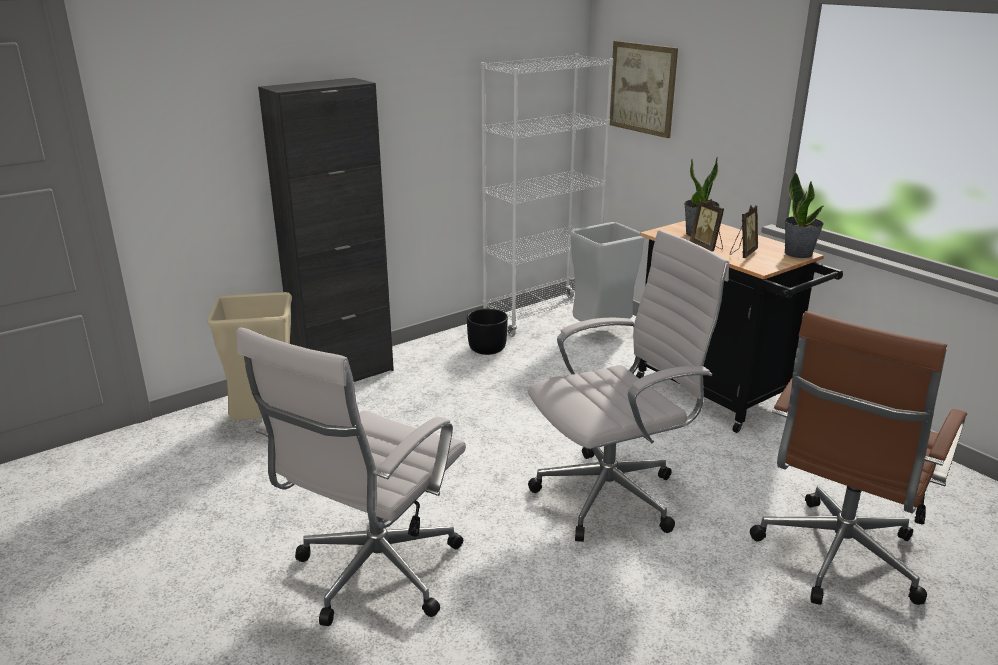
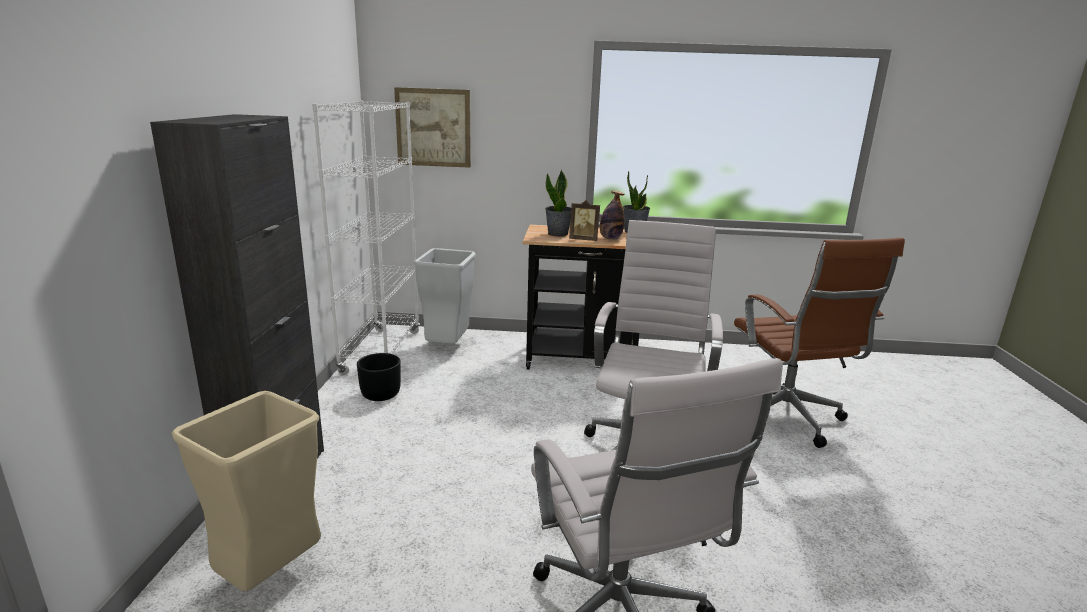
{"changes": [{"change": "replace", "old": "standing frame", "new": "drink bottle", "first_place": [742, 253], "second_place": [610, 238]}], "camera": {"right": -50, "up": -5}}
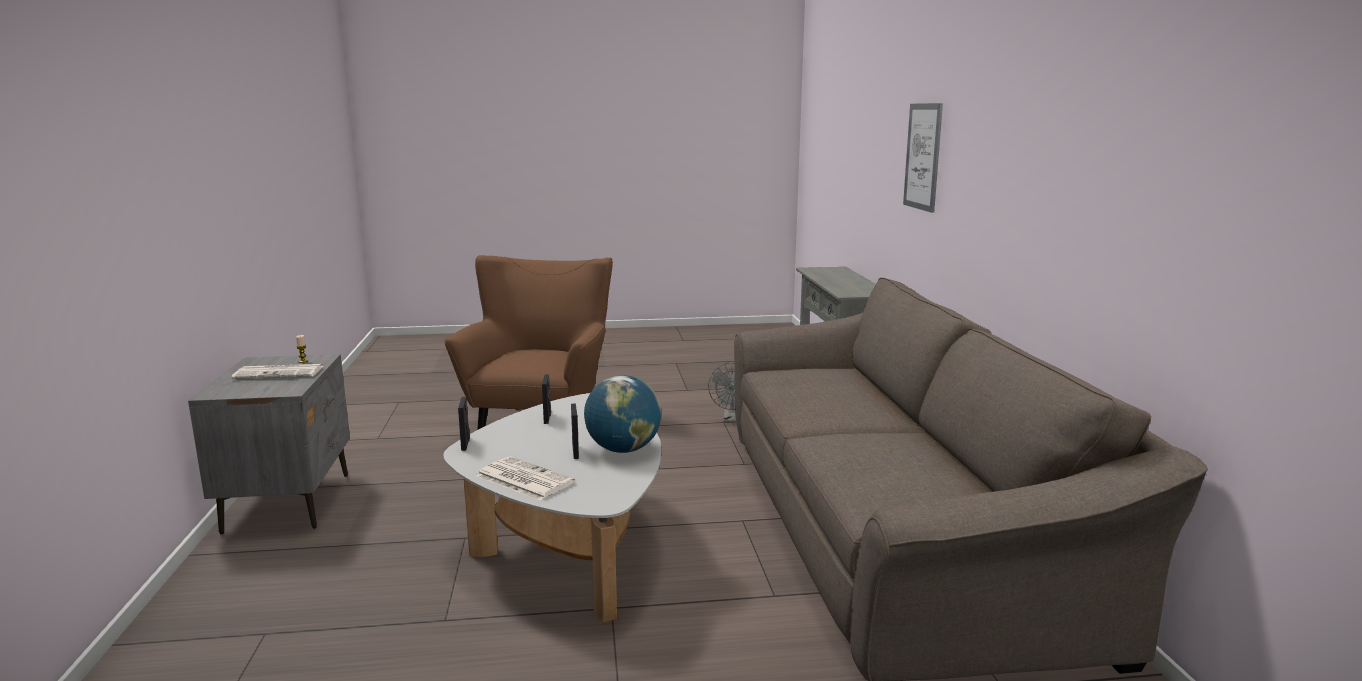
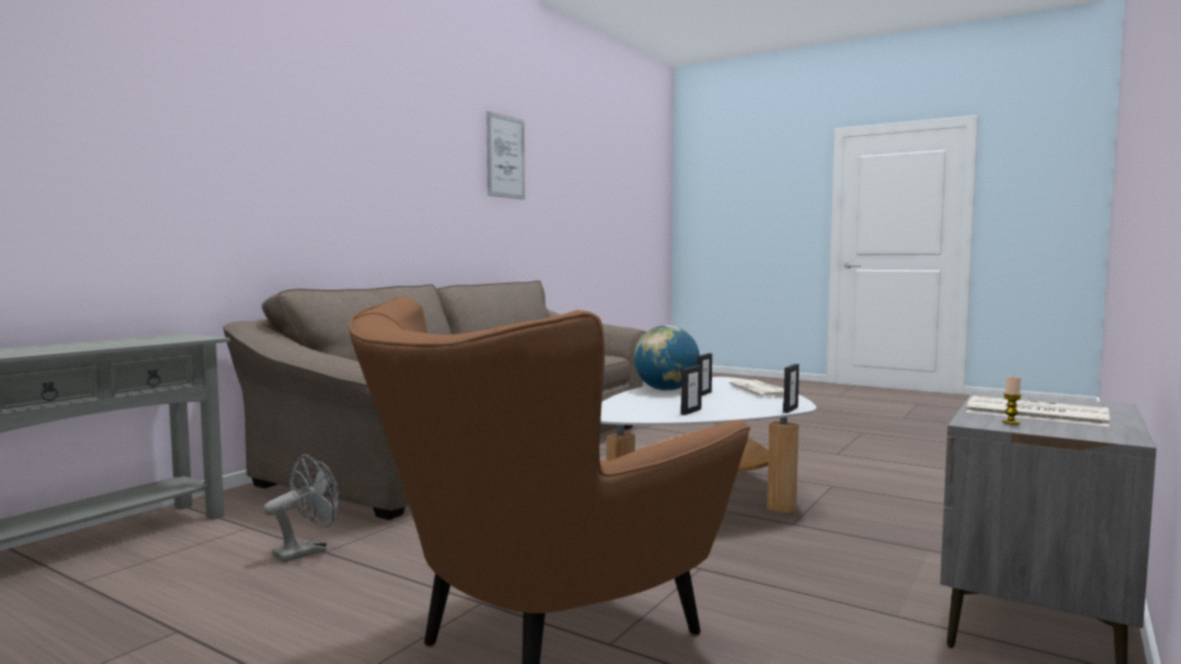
{"changes": [{"change": "move", "old": "wall art", "first_place": [923, 156], "second_place": [505, 157]}], "camera": {"right": -140, "up": -10}}
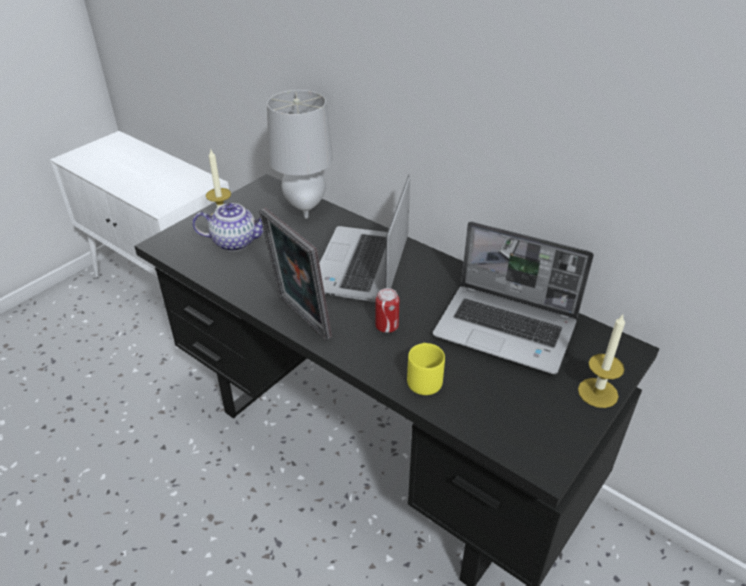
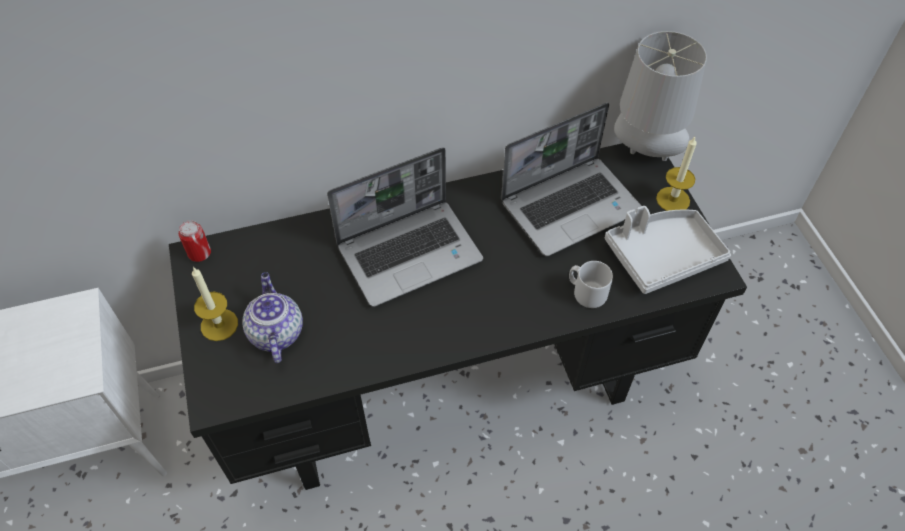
{"changes": [{"change": "rotate", "old": "tea pot", "first_place": [236, 242], "second_place": [275, 332], "degrees": -45}, {"change": "delete", "old": "standing frame", "first_place": [300, 319]}, {"change": "move", "old": "greyish lamp for a table", "first_place": [304, 207], "second_place": [644, 153]}, {"change": "rotate", "old": "notebook computer", "first_place": [362, 267], "second_place": [410, 252], "degrees": -75}, {"change": "move", "old": "metal can", "first_place": [387, 326], "second_place": [200, 253]}, {"change": "recolor", "old": "yellowish mug", "new": "greyish mug", "first_place": [424, 379], "second_place": [586, 292]}, {"change": "insert", "new": "greyish carrying tray", "second_place": [662, 255]}], "camera": {"right": -55, "up": 15}}
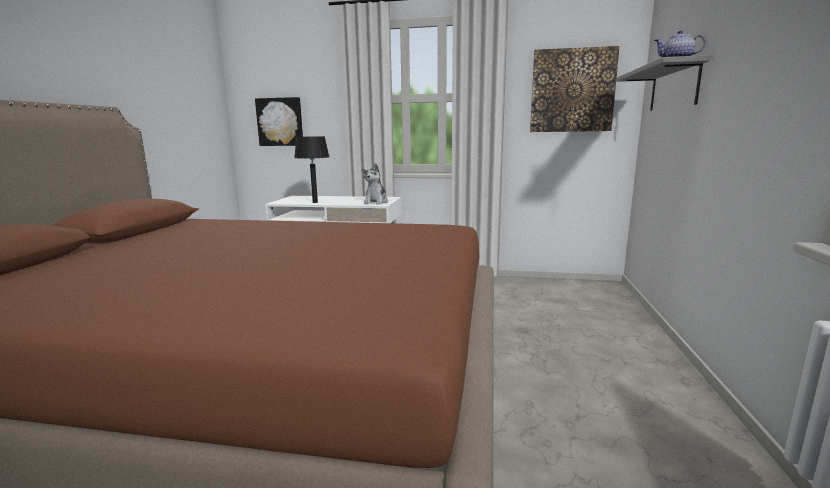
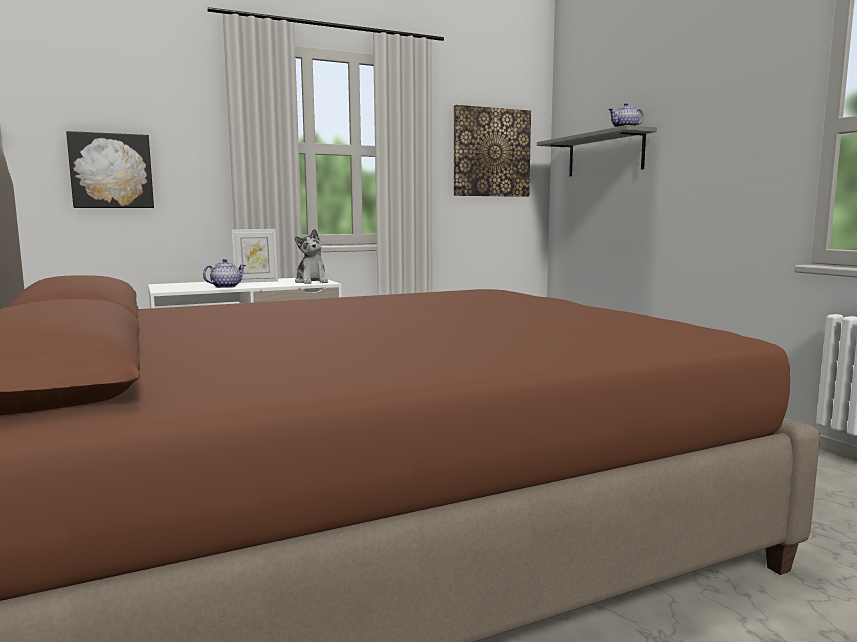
{"changes": [{"change": "replace", "old": "blackish lamp for a table", "new": "tea pot", "first_place": [315, 202], "second_place": [225, 287]}, {"change": "insert", "new": "standing frame", "second_place": [256, 281]}], "camera": {"right": -35, "up": -5}}
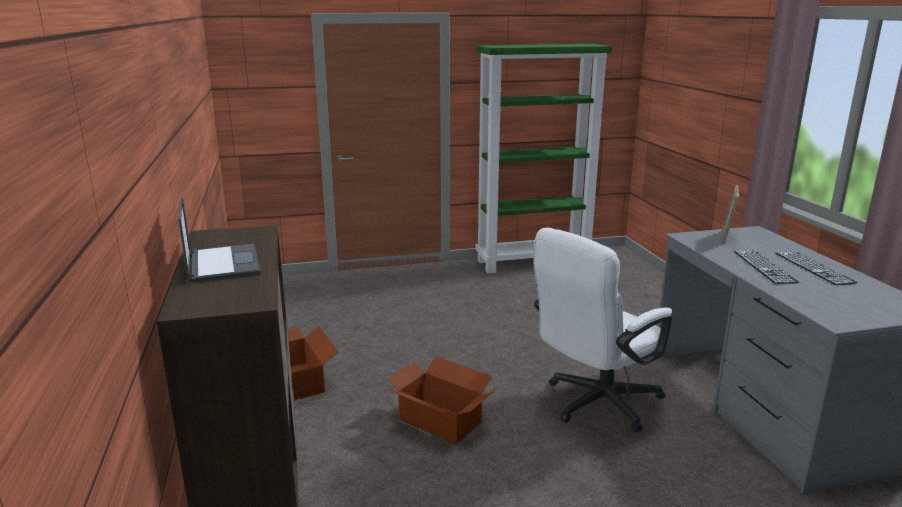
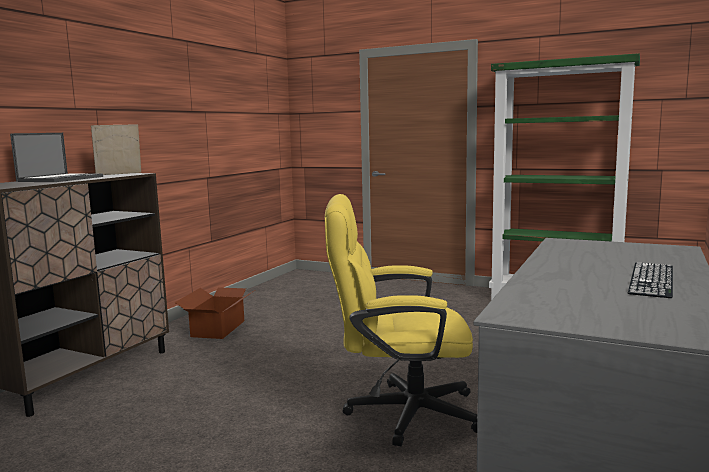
{"changes": [{"change": "delete", "old": "cardboard box", "first_place": [440, 420]}, {"change": "recolor", "old": "whitish office chair", "new": "yellowish office chair", "first_place": [595, 404], "second_place": [399, 412]}, {"change": "move", "old": "standing frame", "first_place": [726, 237], "second_place": [119, 174]}, {"change": "delete", "old": "keyboard", "first_place": [764, 266]}], "camera": {"right": 40, "up": -10}}
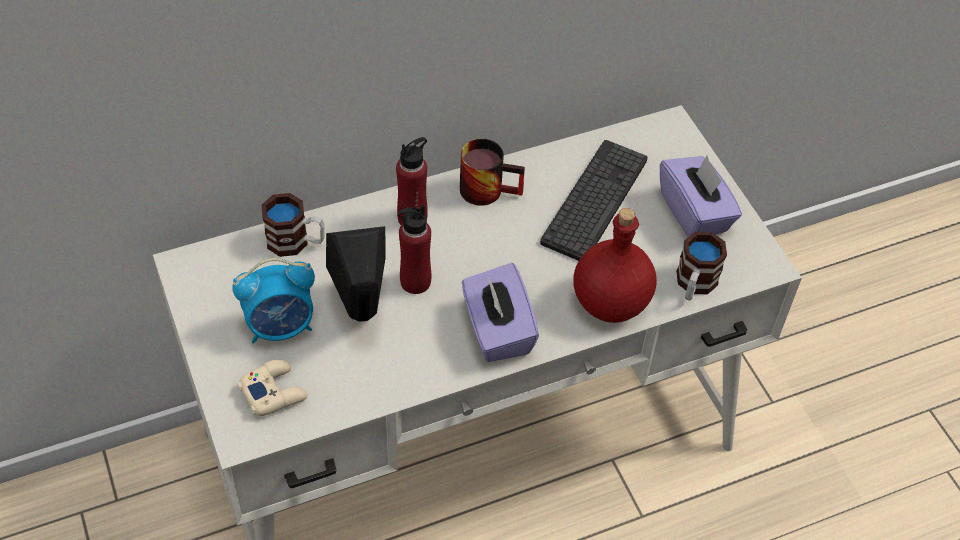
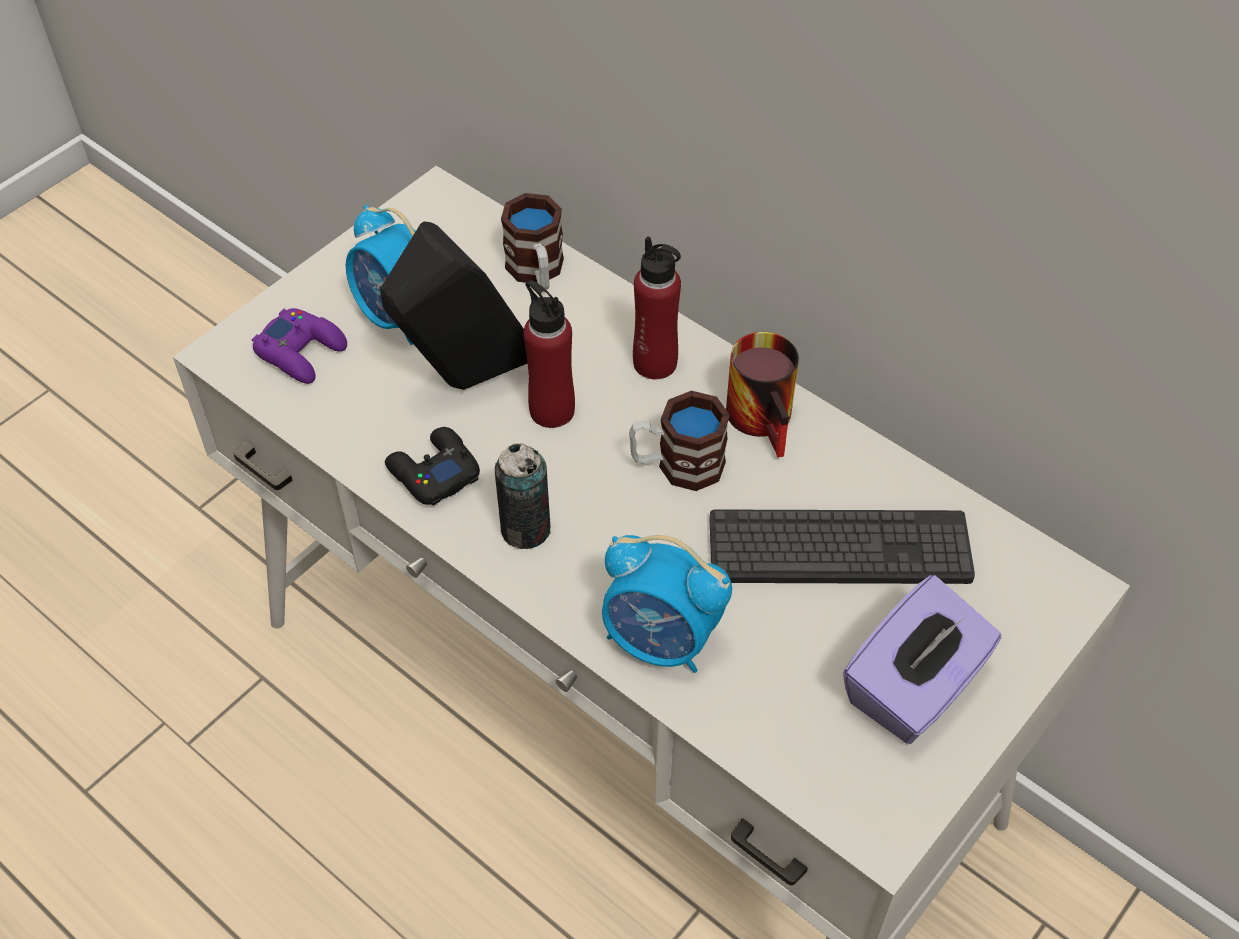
{"changes": [{"change": "recolor", "old": "beige game controller", "new": "purple-coloured game controller", "first_place": [273, 392], "second_place": [302, 352]}, {"change": "replace", "old": "purple-coloured tissue holder", "new": "metal can", "first_place": [497, 331], "second_place": [525, 529]}, {"change": "replace", "old": "red-coloured drink bottle", "new": "table clock", "first_place": [609, 302], "second_place": [661, 641]}, {"change": "move", "old": "mug", "first_place": [694, 285], "second_place": [677, 465]}, {"change": "insert", "new": "blackish game controller", "second_place": [433, 472]}], "camera": {"right": 65, "up": 0}}
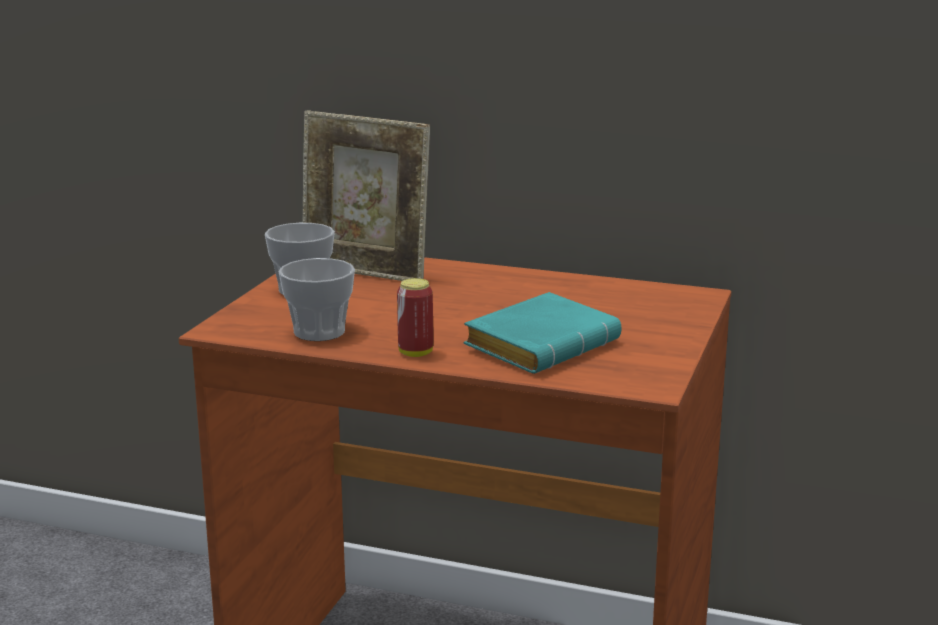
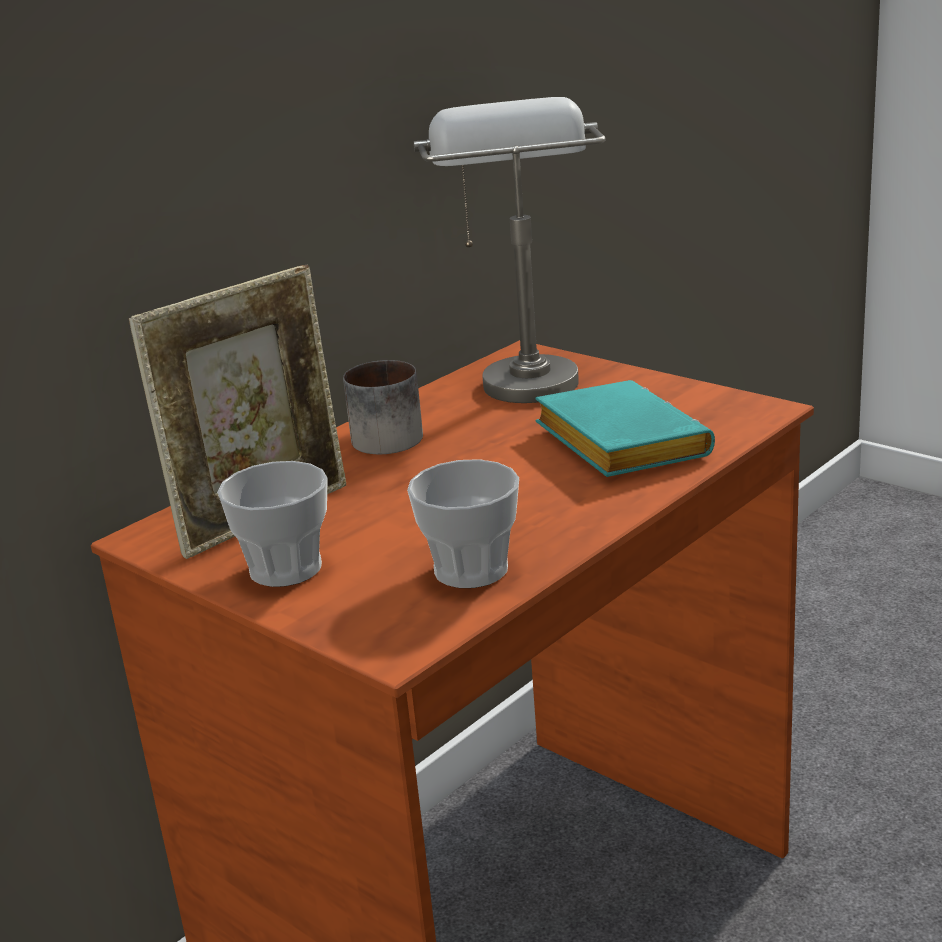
{"changes": [{"change": "delete", "old": "metal can", "first_place": [415, 353]}, {"change": "insert", "new": "mug", "second_place": [384, 435]}, {"change": "insert", "new": "greyish lamp for a table", "second_place": [521, 373]}], "camera": {"right": -65, "up": 5}}
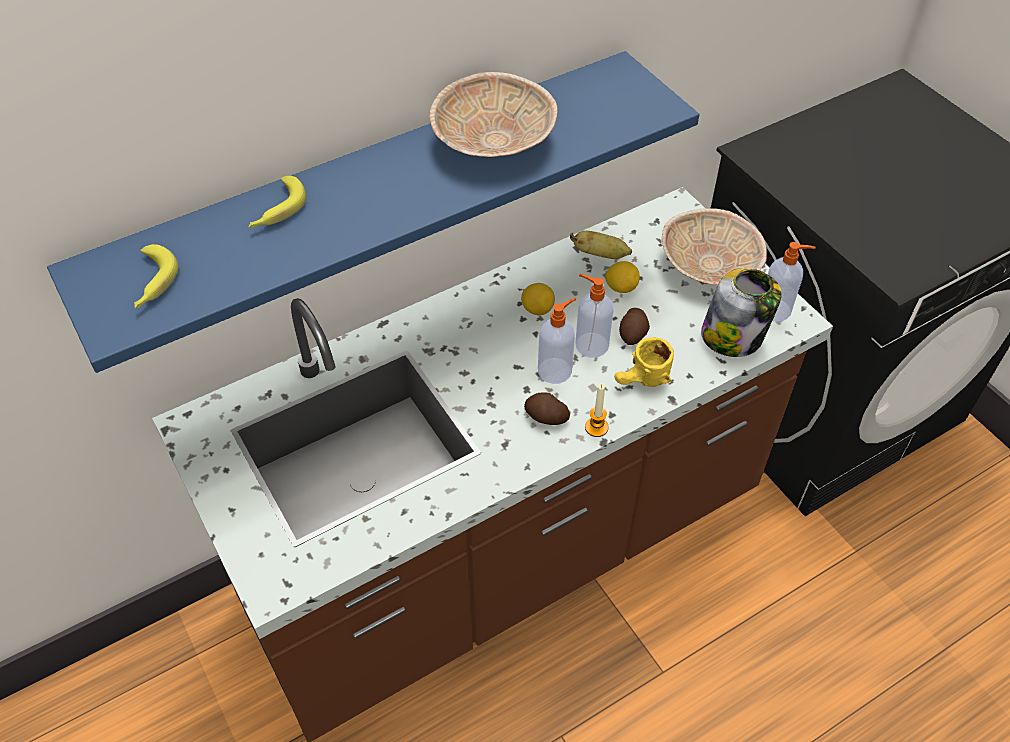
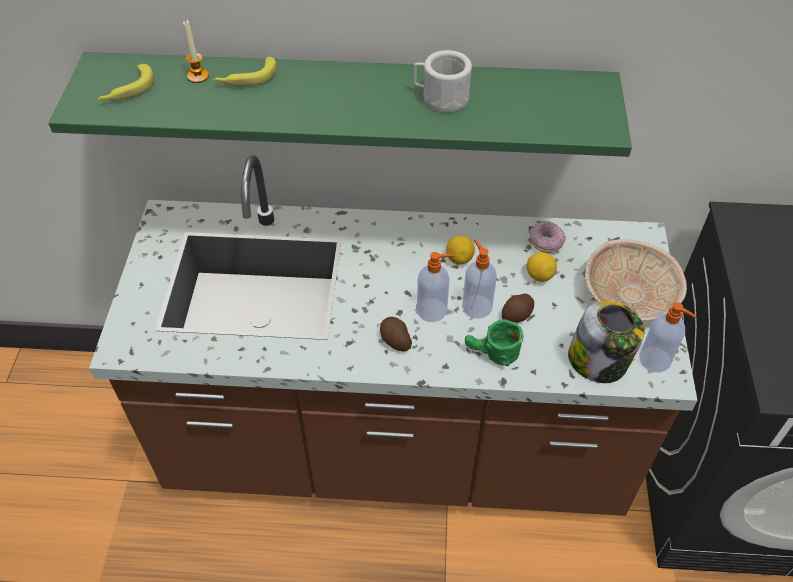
{"changes": [{"change": "recolor", "old": "blue shelf", "new": "greenish shelf", "first_place": [371, 191], "second_place": [350, 100]}, {"change": "replace", "old": "beige deep dish", "new": "whitish mug", "first_place": [493, 143], "second_place": [440, 97]}, {"change": "replace", "old": "whole banana", "new": "doughnut", "first_place": [601, 255], "second_place": [545, 243]}, {"change": "move", "old": "candle", "first_place": [596, 427], "second_place": [198, 76]}, {"change": "recolor", "old": "yellowish mug", "new": "greenish mug", "first_place": [642, 382], "second_place": [491, 355]}], "camera": {"right": 35, "up": 0}}
